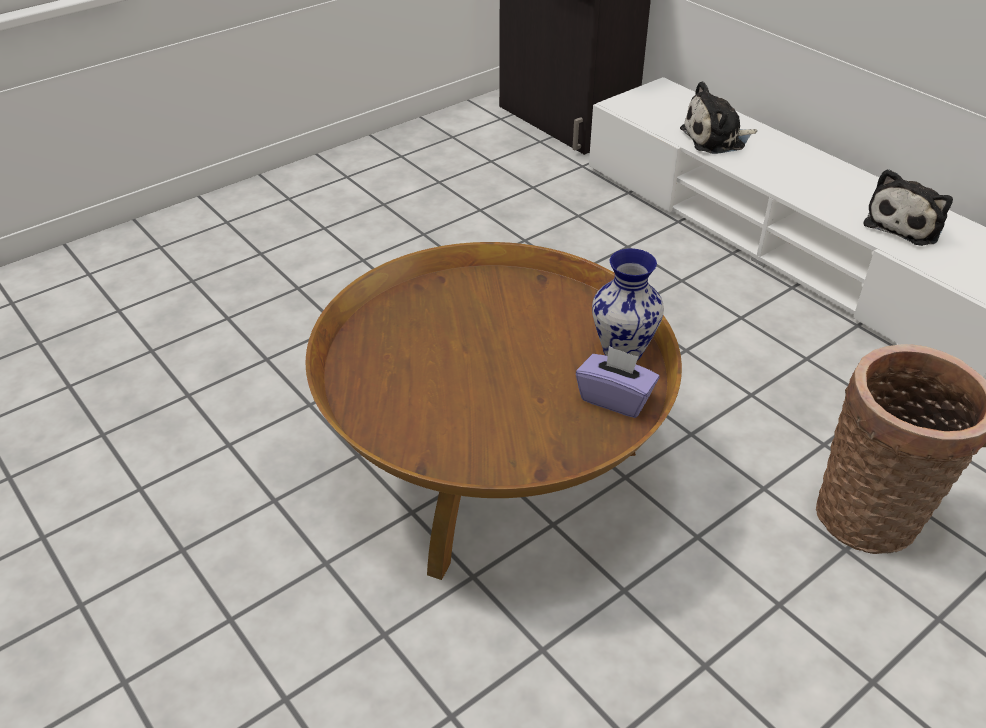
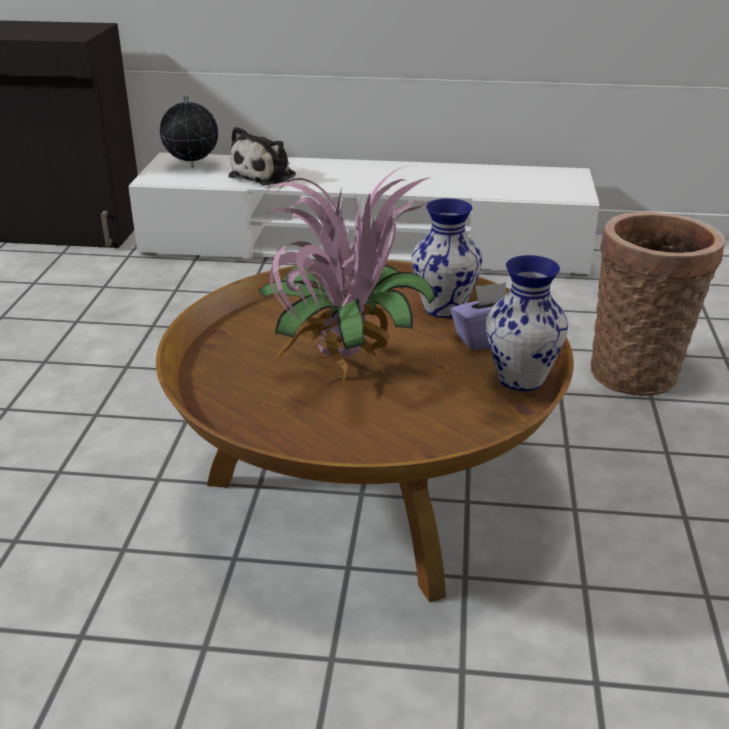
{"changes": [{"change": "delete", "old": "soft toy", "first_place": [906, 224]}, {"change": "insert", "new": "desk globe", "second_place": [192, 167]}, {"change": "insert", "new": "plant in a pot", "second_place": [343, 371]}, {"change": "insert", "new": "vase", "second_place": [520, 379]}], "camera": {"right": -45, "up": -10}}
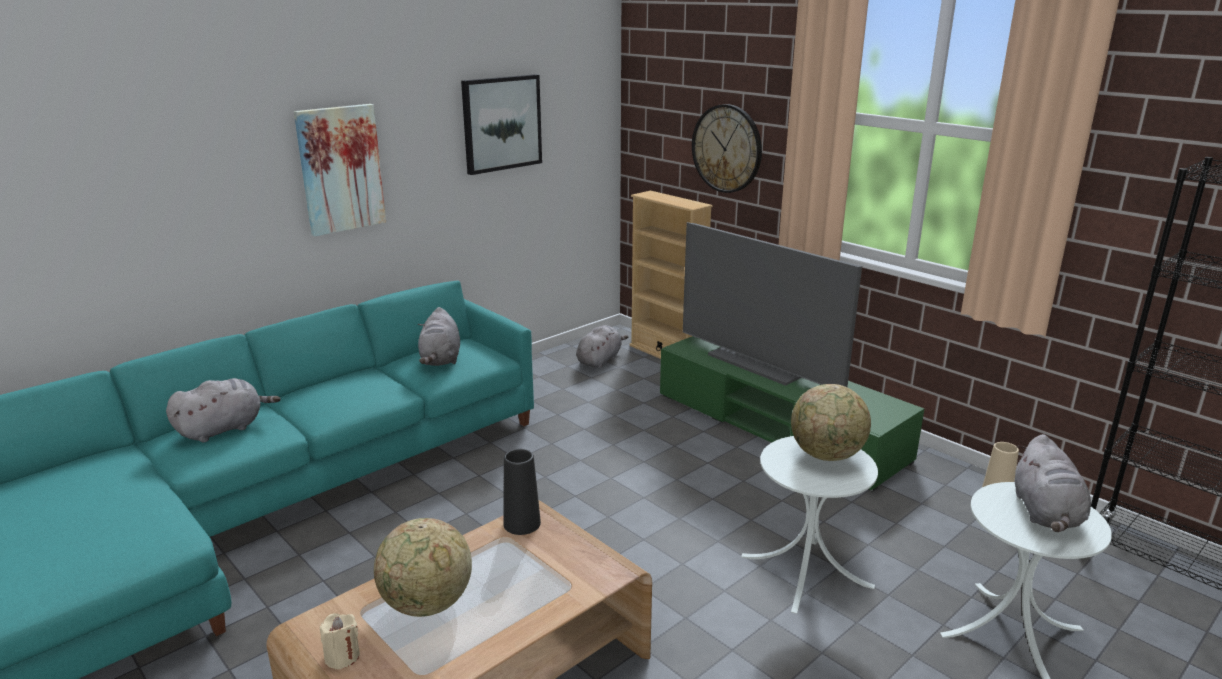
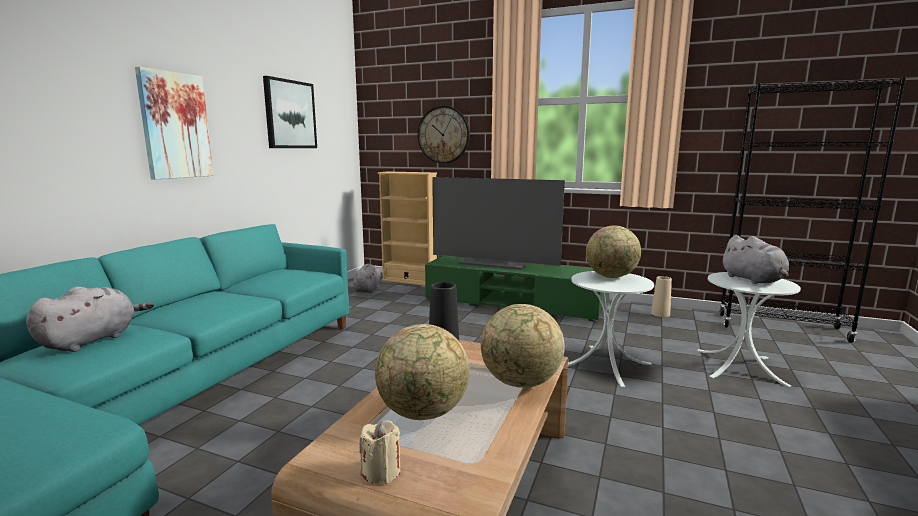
{"changes": [{"change": "delete", "old": "greyish soft toy", "first_place": [440, 359]}, {"change": "insert", "new": "desk globe", "second_place": [520, 383]}], "camera": {"right": -25, "up": -10}}
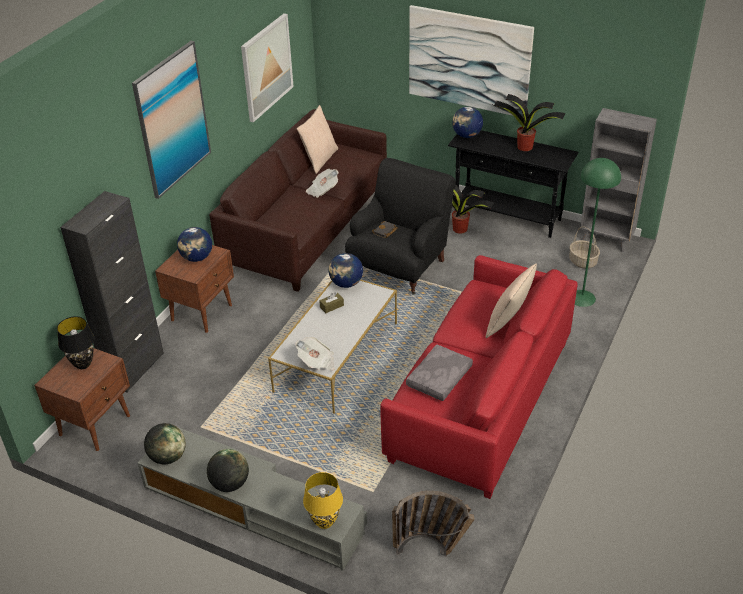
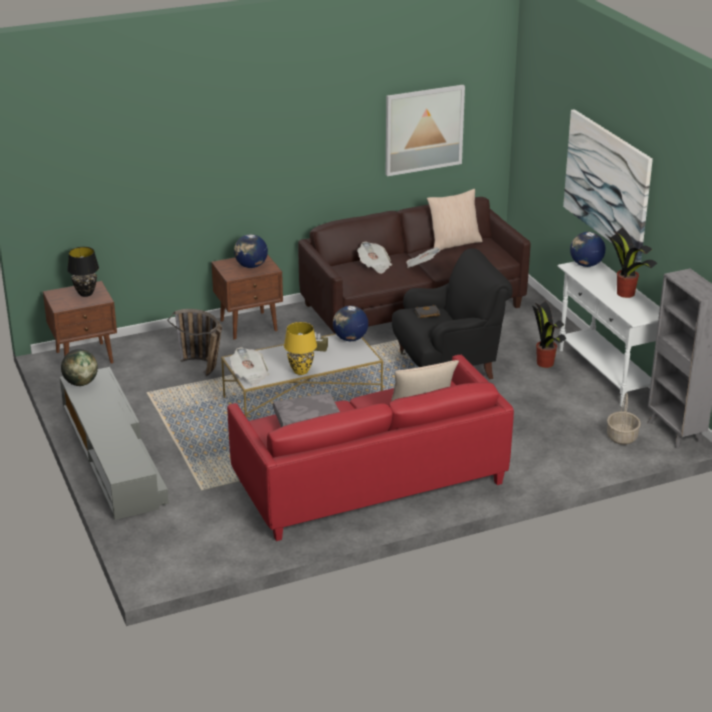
{"changes": [{"change": "delete", "old": "blackish storage cabinet", "first_place": [134, 368]}, {"change": "delete", "old": "wall art", "first_place": [172, 119]}, {"change": "delete", "old": "desk globe", "first_place": [230, 484]}, {"change": "move", "old": "yellowish lamp for a table", "first_place": [325, 522], "second_place": [301, 371]}, {"change": "move", "old": "storage basket", "first_place": [432, 549], "second_place": [204, 370]}, {"change": "recolor", "old": "blackish hall table", "new": "whitish hall table", "first_place": [507, 217], "second_place": [605, 374]}, {"change": "delete", "old": "greenish floor lamp", "first_place": [582, 298]}, {"change": "insert", "new": "daily paper", "second_place": [374, 266]}], "camera": {"right": 40, "up": -10}}
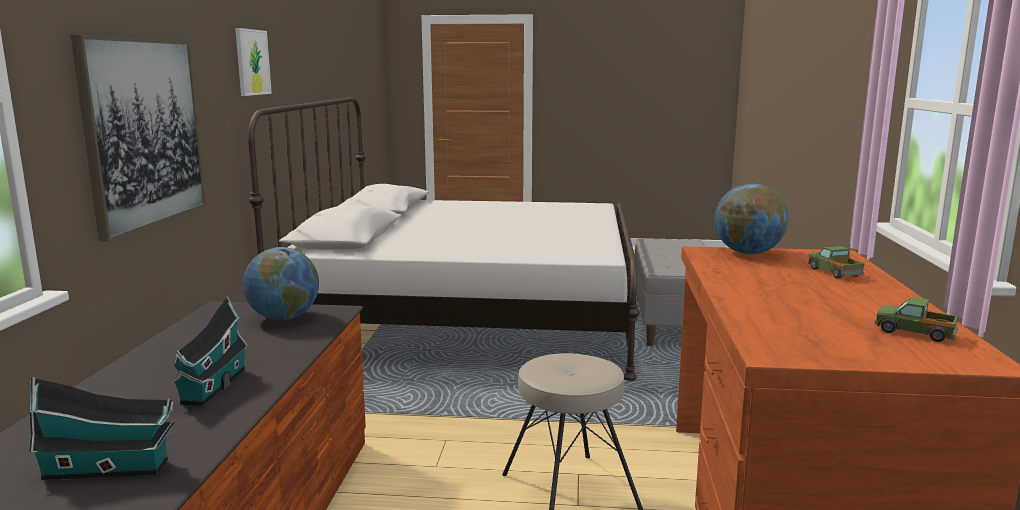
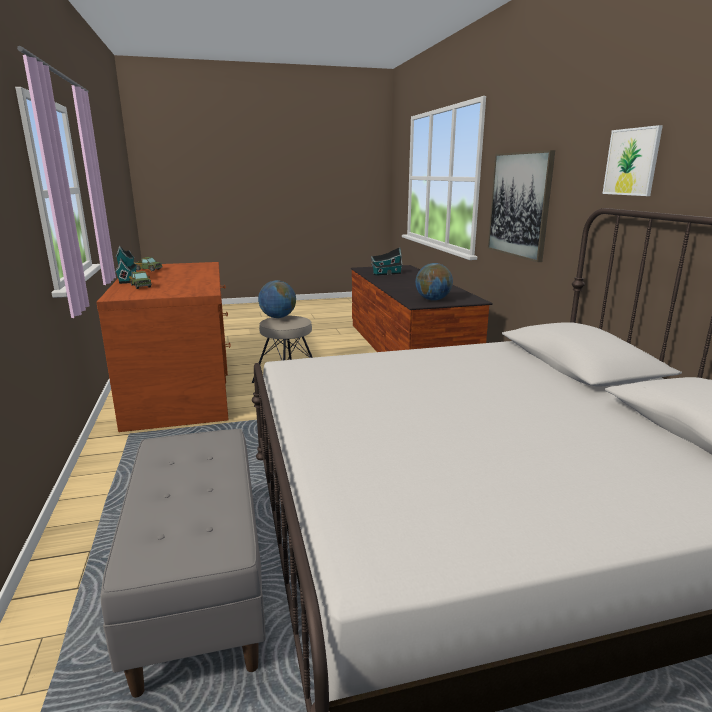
{"changes": [{"change": "move", "old": "miniature house", "first_place": [212, 387], "second_place": [128, 279]}, {"change": "move", "old": "desk globe", "first_place": [748, 253], "second_place": [278, 317]}], "camera": {"right": 160, "up": 5}}
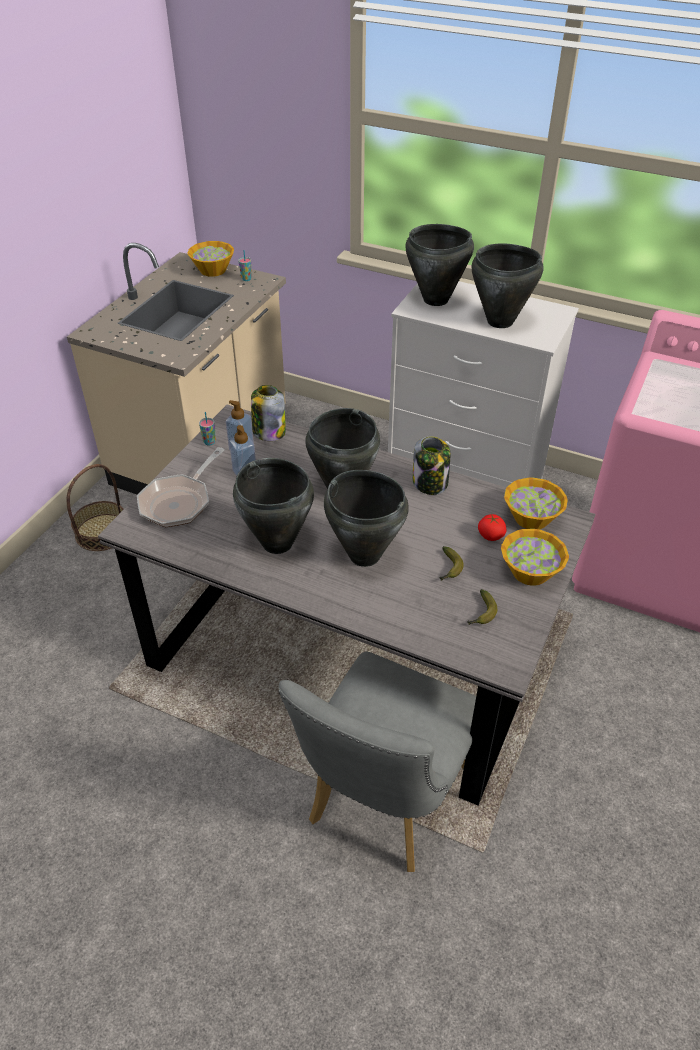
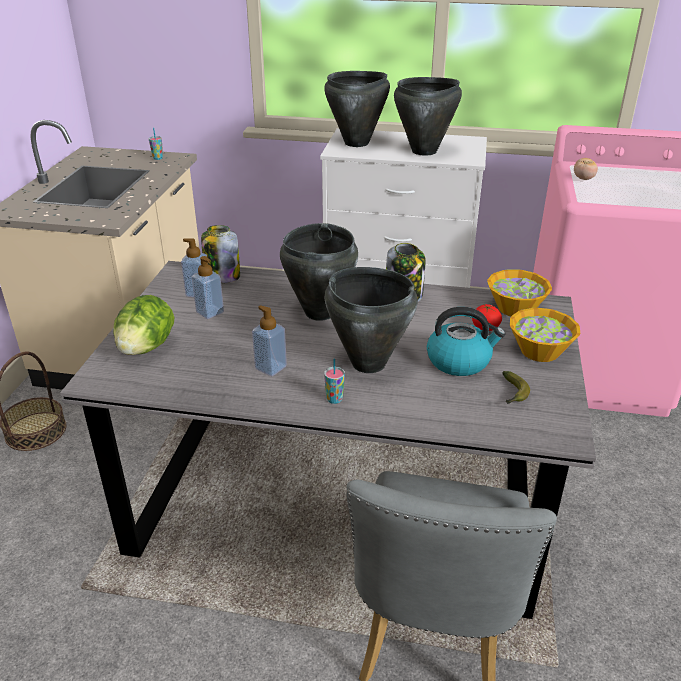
{"changes": [{"change": "replace", "old": "pan", "new": "head of lettuce", "first_place": [179, 502], "second_place": [146, 347]}, {"change": "delete", "old": "deep dish", "first_place": [213, 270]}, {"change": "move", "old": "small cup", "first_place": [209, 442], "second_place": [334, 399]}, {"change": "replace", "old": "blackish stockpot", "new": "soap bottle", "first_place": [277, 543], "second_place": [271, 368]}, {"change": "replace", "old": "whole banana", "new": "tea kettle", "first_place": [449, 568], "second_place": [459, 361]}, {"change": "insert", "new": "fresh tomato", "second_place": [583, 178]}], "camera": {"right": -15, "up": -10}}
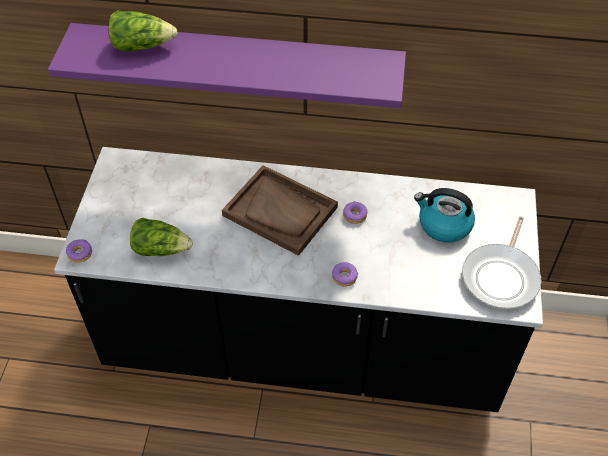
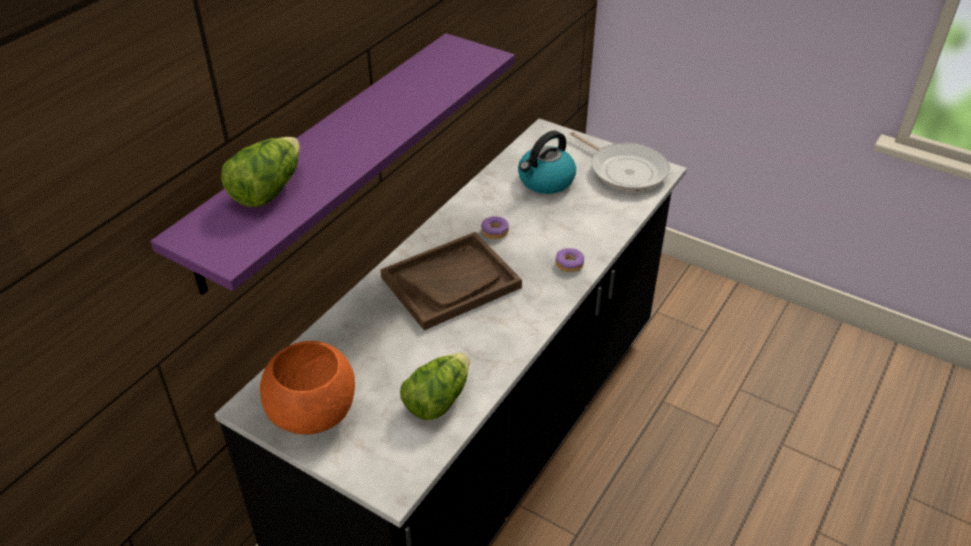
{"changes": [{"change": "delete", "old": "doughnut", "first_place": [80, 253]}, {"change": "insert", "new": "orange-coloured deep dish", "second_place": [313, 414]}], "camera": {"right": -65, "up": -10}}
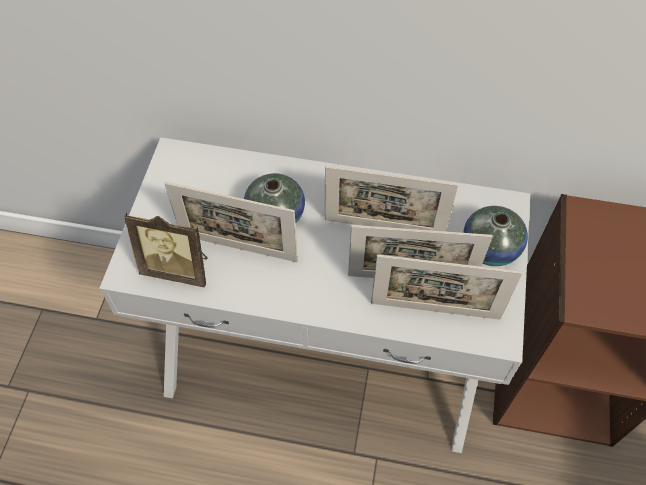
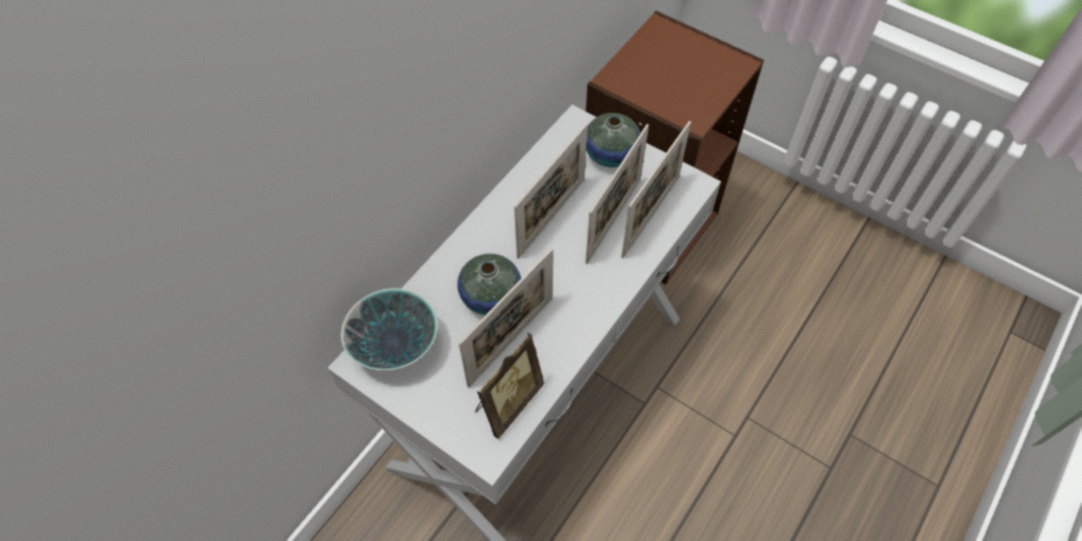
{"changes": [{"change": "insert", "new": "deep dish", "second_place": [396, 347]}], "camera": {"right": -65, "up": 0}}
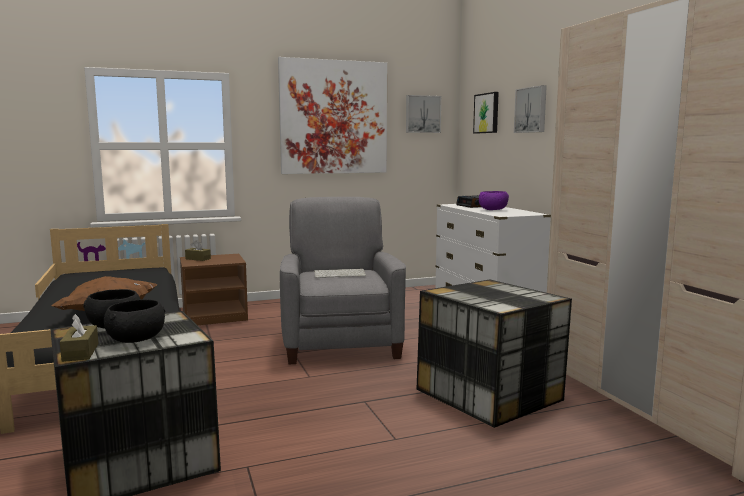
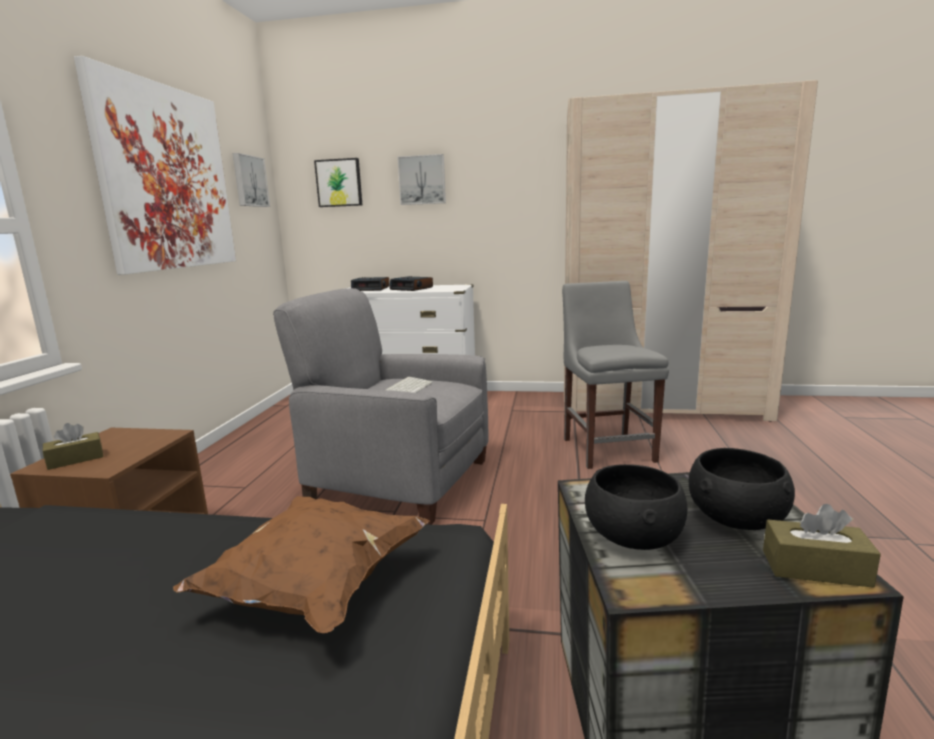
{"changes": [{"change": "replace", "old": "storage box", "new": "greyish upright chair", "first_place": [491, 396], "second_place": [607, 448]}, {"change": "replace", "old": "purple-coloured deep dish", "new": "table clock", "first_place": [493, 210], "second_place": [412, 288]}], "camera": {"right": -60, "up": 5}}
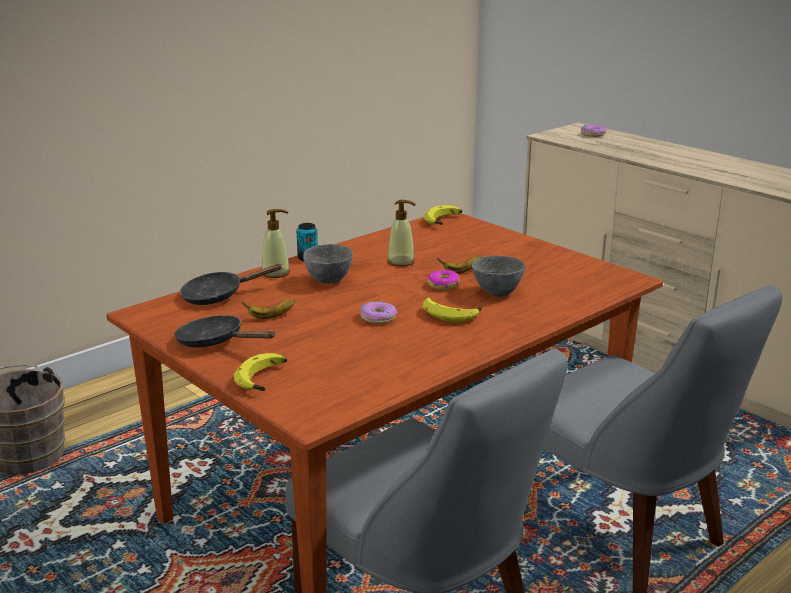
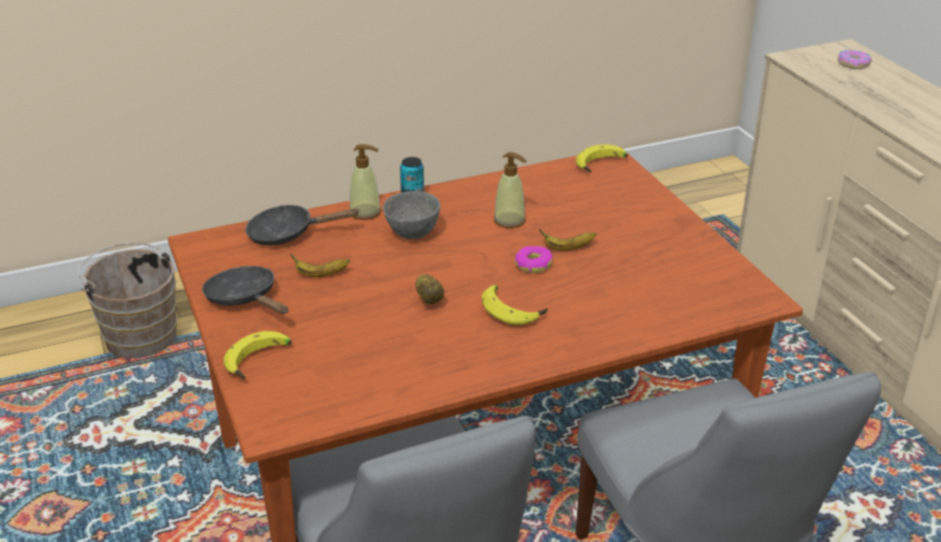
{"changes": [{"change": "replace", "old": "doughnut", "new": "potato", "first_place": [378, 318], "second_place": [430, 299]}, {"change": "delete", "old": "greyish deep dish", "first_place": [498, 293]}], "camera": {"right": 20, "up": 10}}
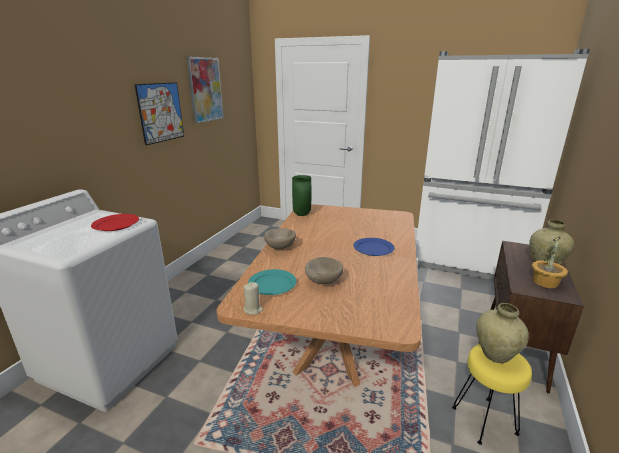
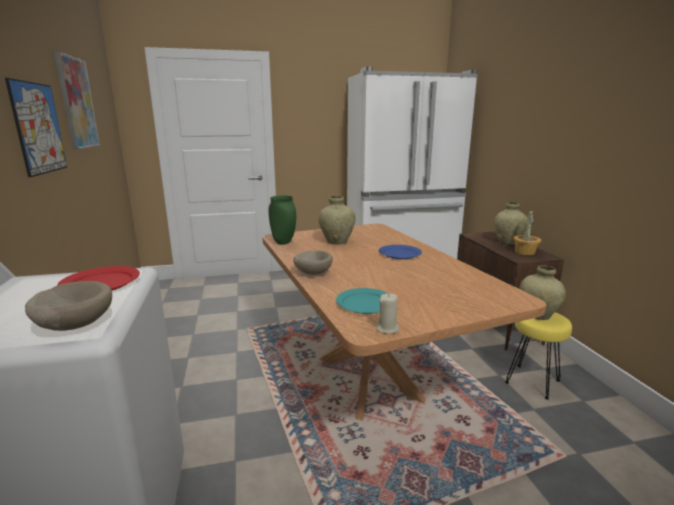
{"changes": [{"change": "move", "old": "beige deep dish", "first_place": [323, 280], "second_place": [74, 324]}, {"change": "insert", "new": "beige vase", "second_place": [337, 242]}], "camera": {"right": -35, "up": -5}}
